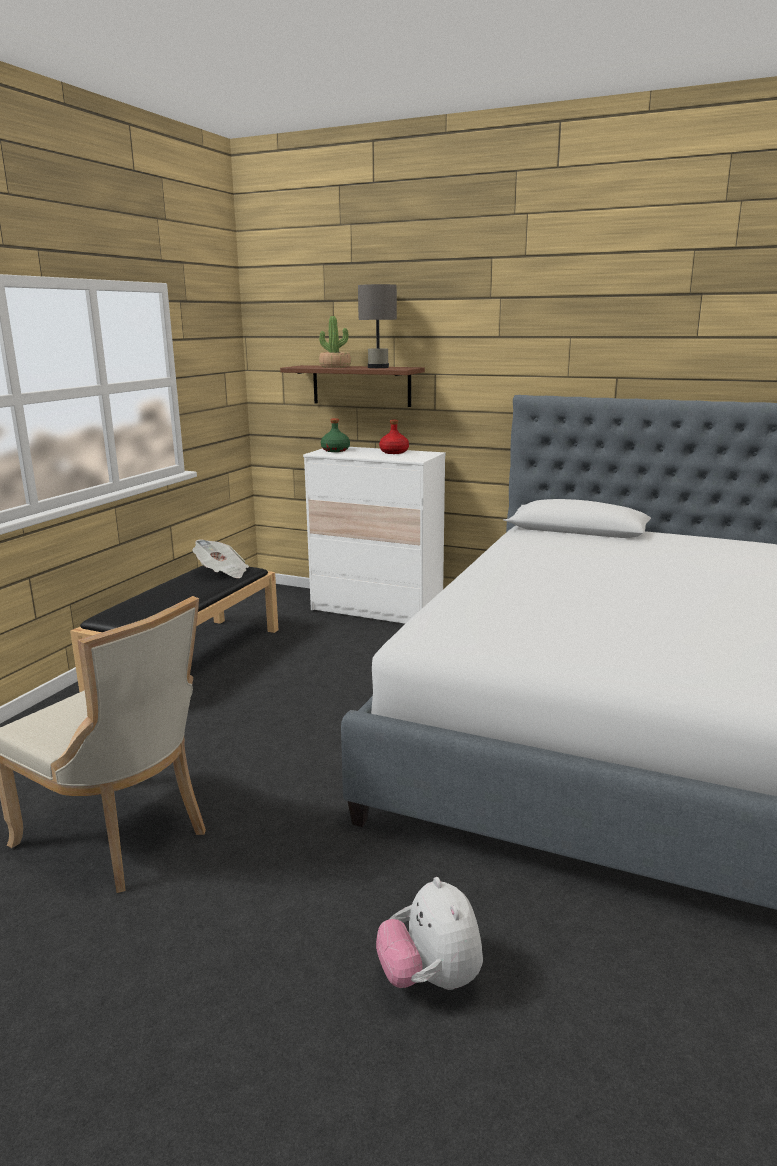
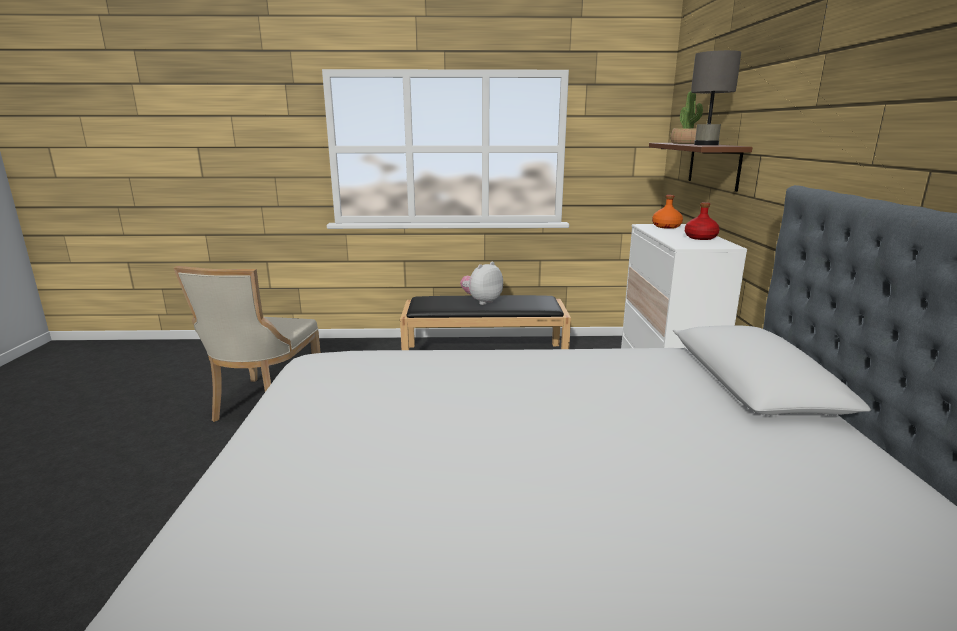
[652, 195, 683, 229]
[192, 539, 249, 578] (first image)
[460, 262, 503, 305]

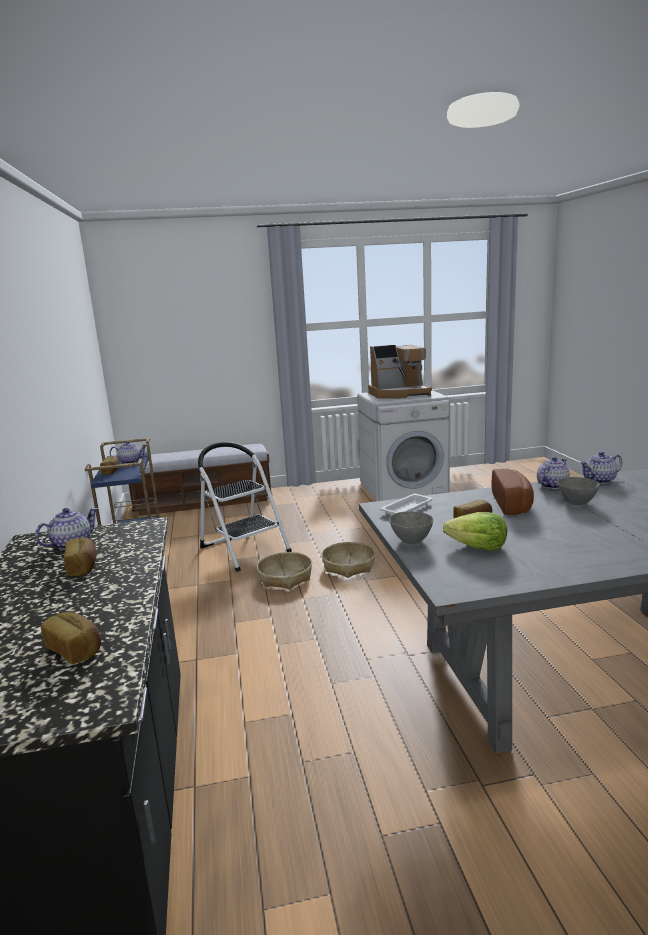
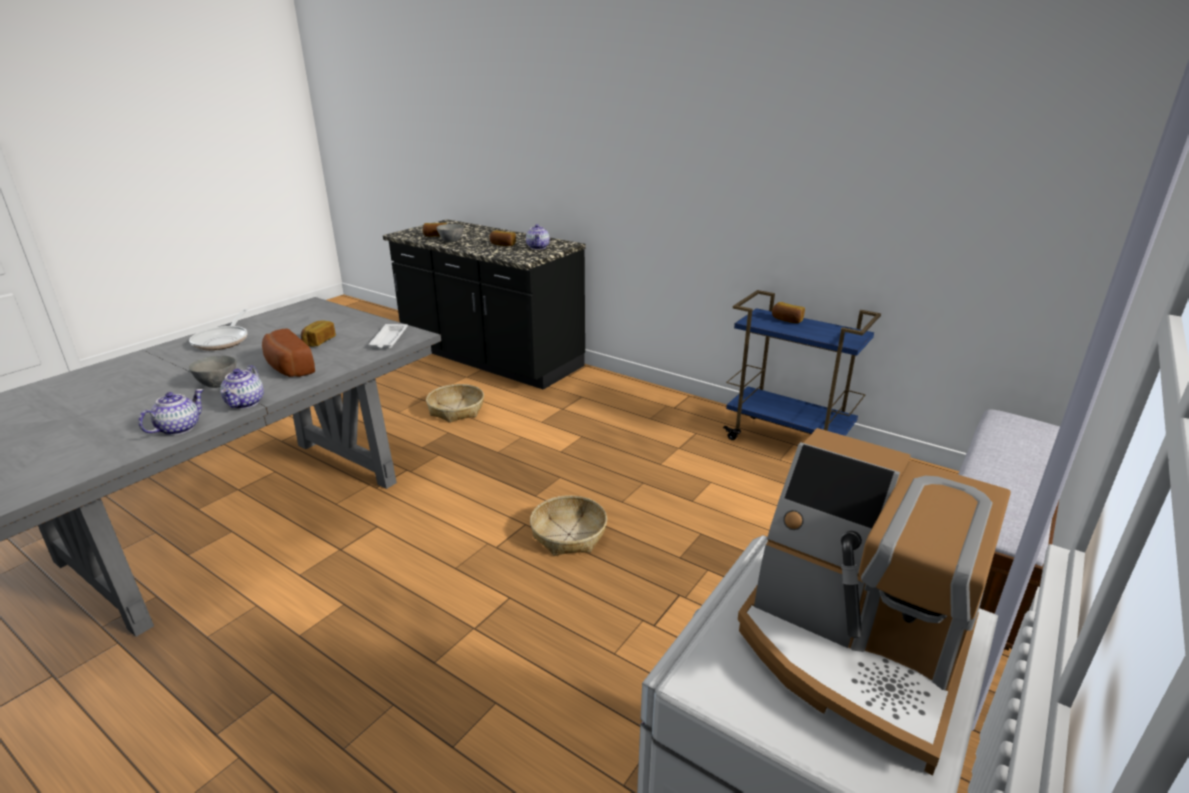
[738, 428, 1011, 775]
[109, 441, 147, 464] (first image)
[198, 442, 292, 572] (first image)
[436, 224, 464, 242]
[443, 512, 507, 551] (first image)
[426, 384, 484, 423]
[189, 309, 248, 350]

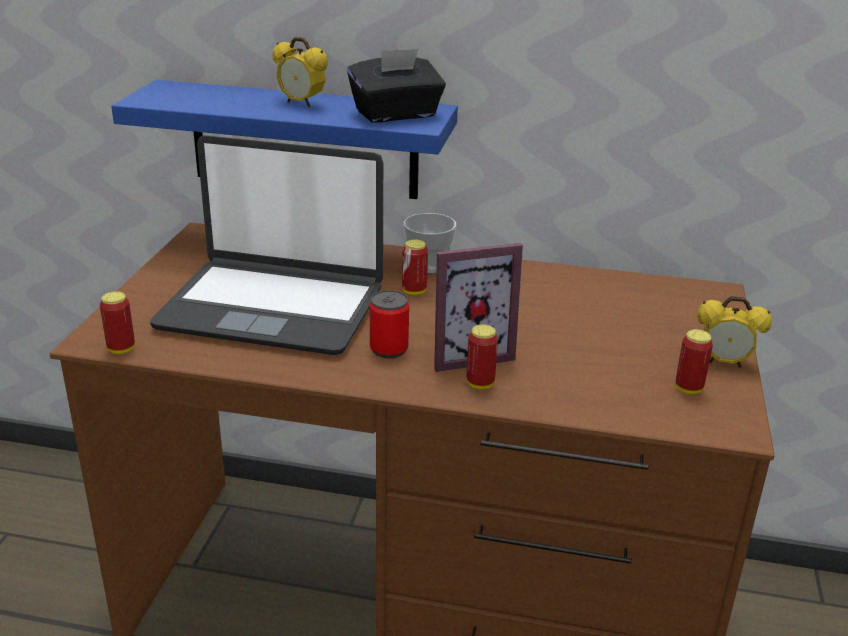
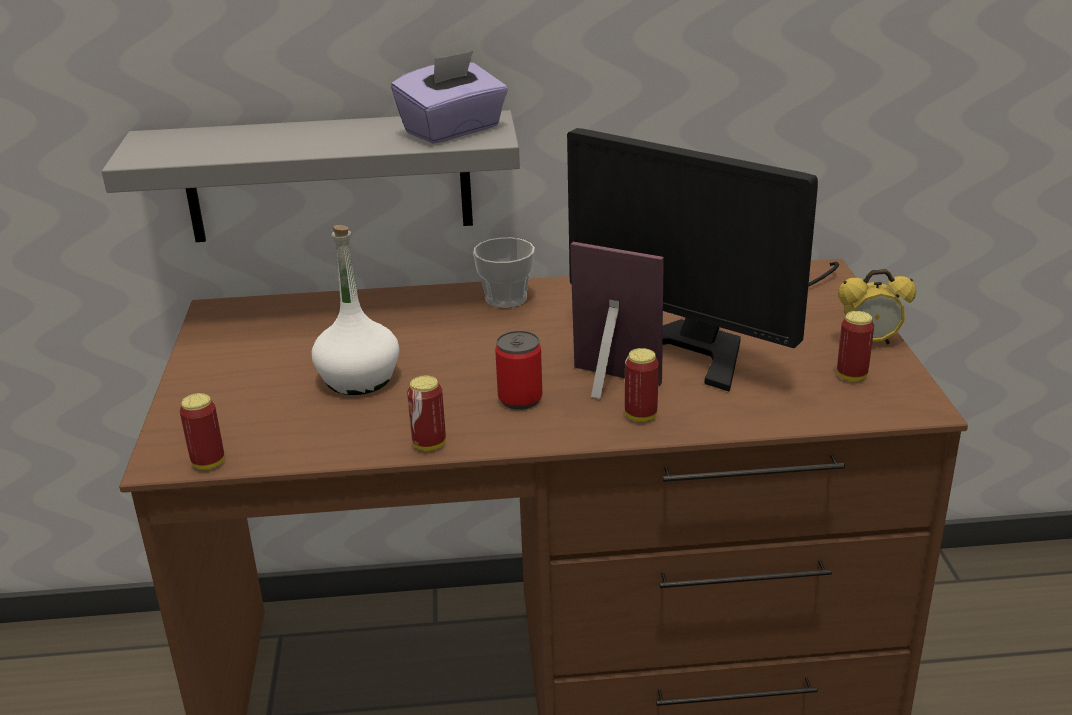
[272, 37, 328, 107] (first image)
[391, 51, 508, 144]
[102, 110, 520, 242]
[312, 225, 400, 395]
[407, 376, 446, 451]
[570, 242, 664, 399]
[567, 128, 839, 391]

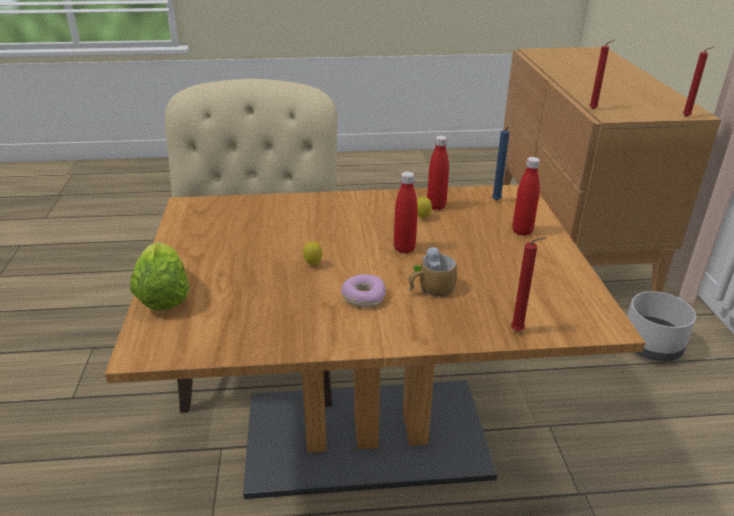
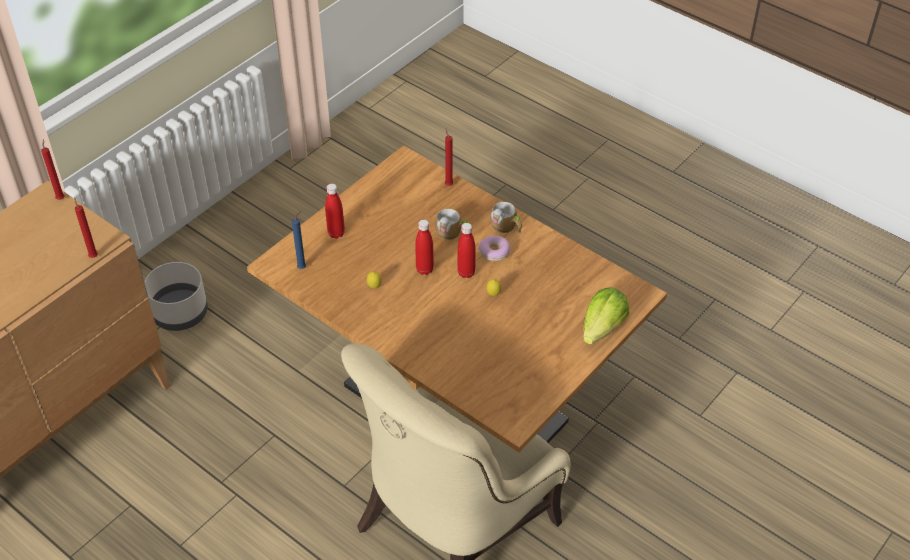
[457, 223, 476, 278]
[491, 202, 522, 233]

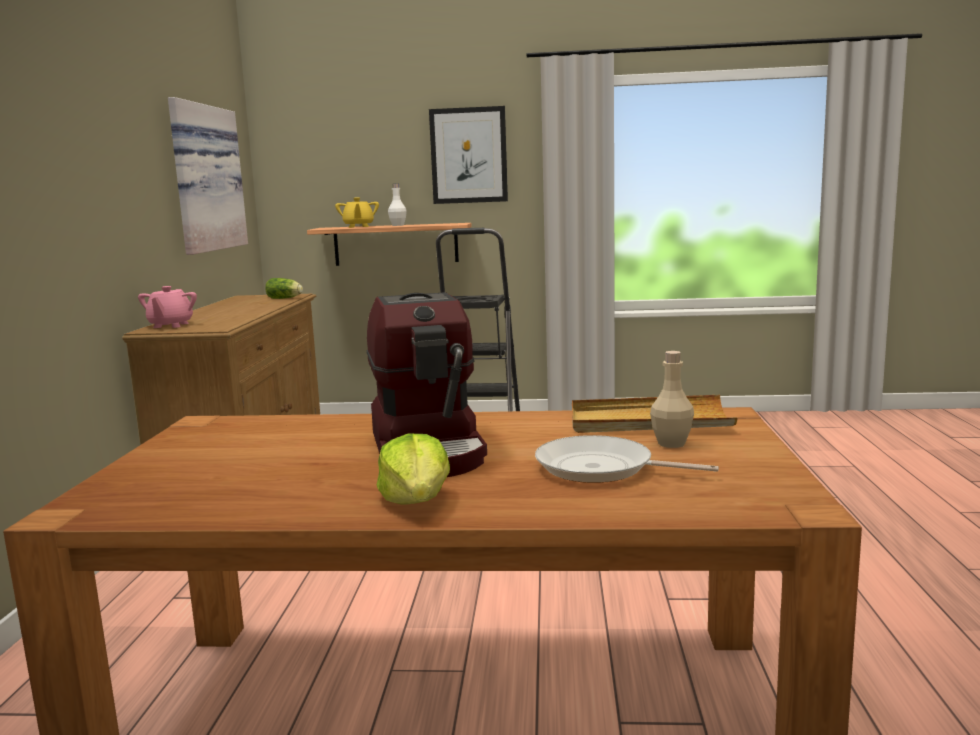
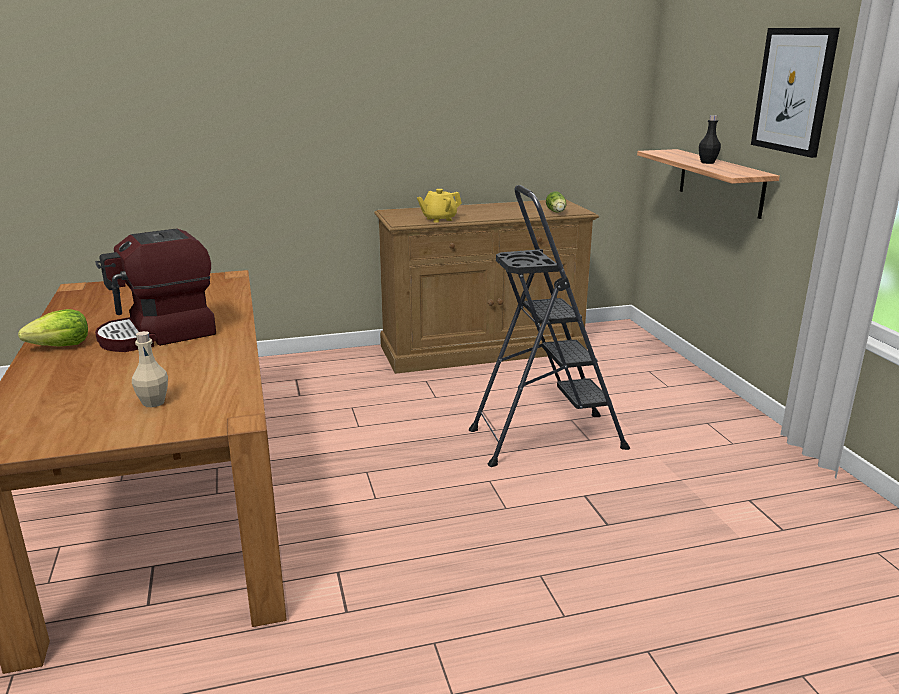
[168, 97, 248, 255] (first image)
[699, 115, 721, 164]
[417, 189, 462, 223]
[138, 286, 197, 328] (first image)
[572, 395, 738, 433] (first image)
[535, 435, 719, 483] (first image)

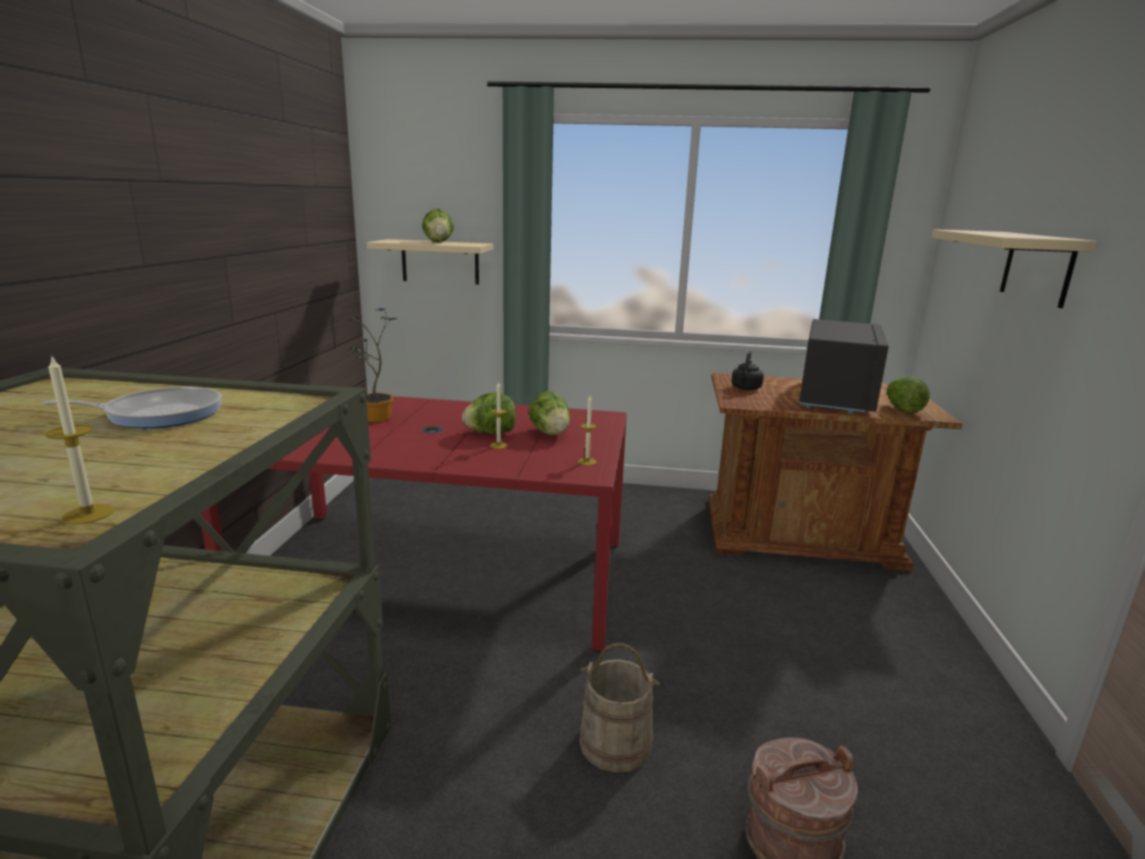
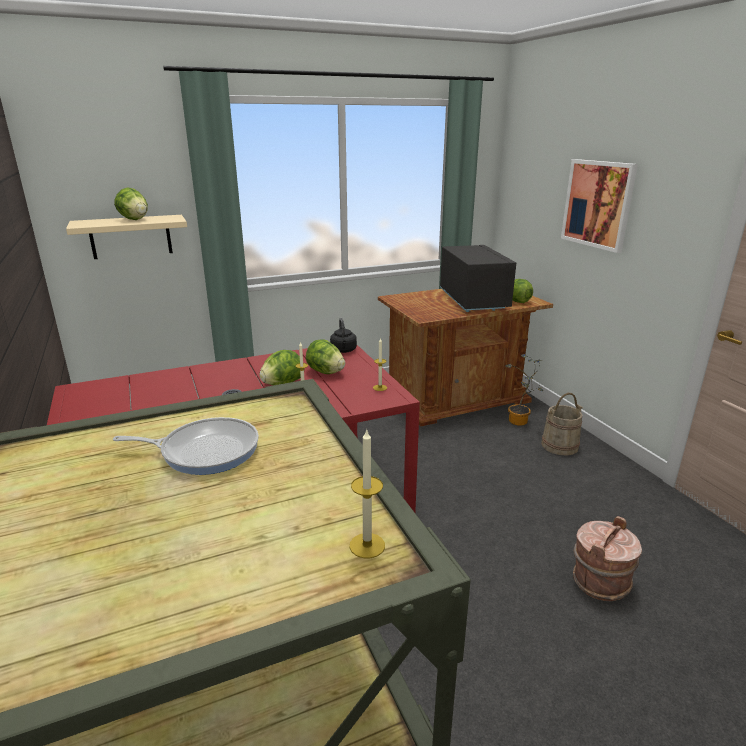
[561, 159, 638, 253]
[505, 354, 544, 426]
[330, 318, 357, 353]
[113, 417, 259, 475]
[541, 393, 583, 456]

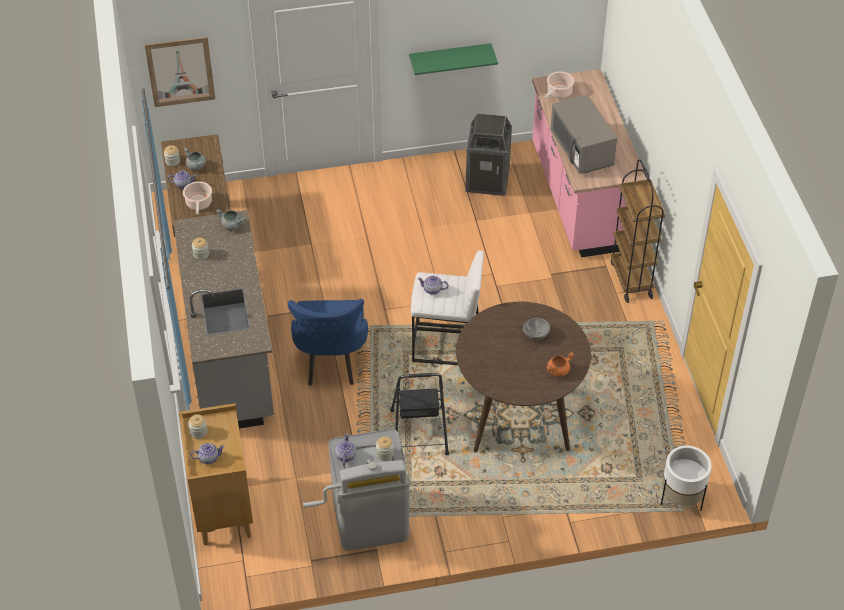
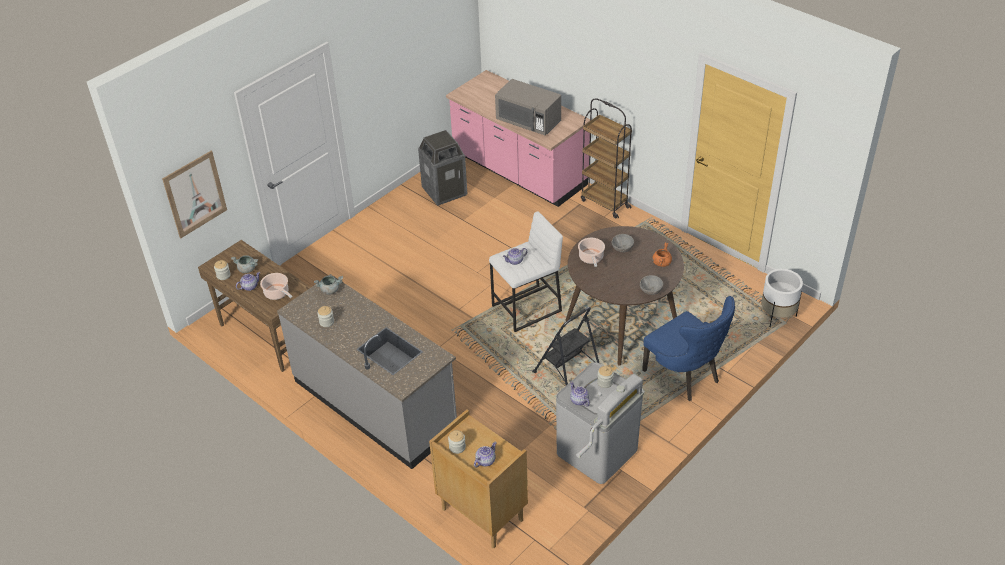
[409, 43, 498, 75] (first image)
[578, 238, 605, 267]
[642, 296, 735, 401]
[640, 275, 663, 295]

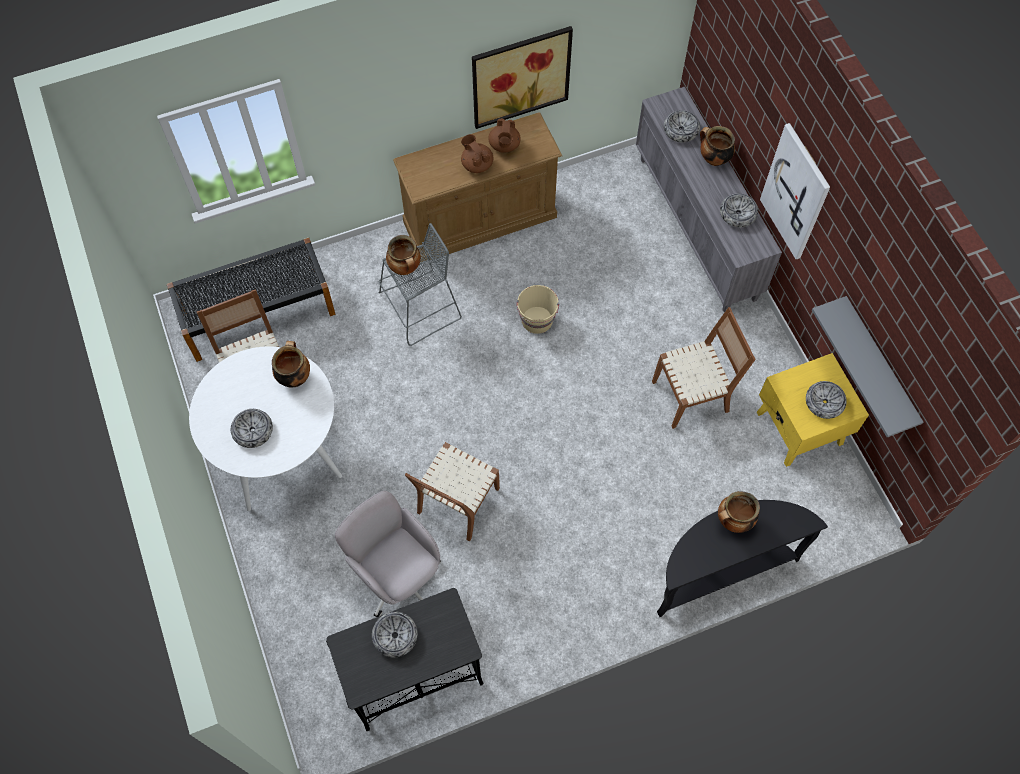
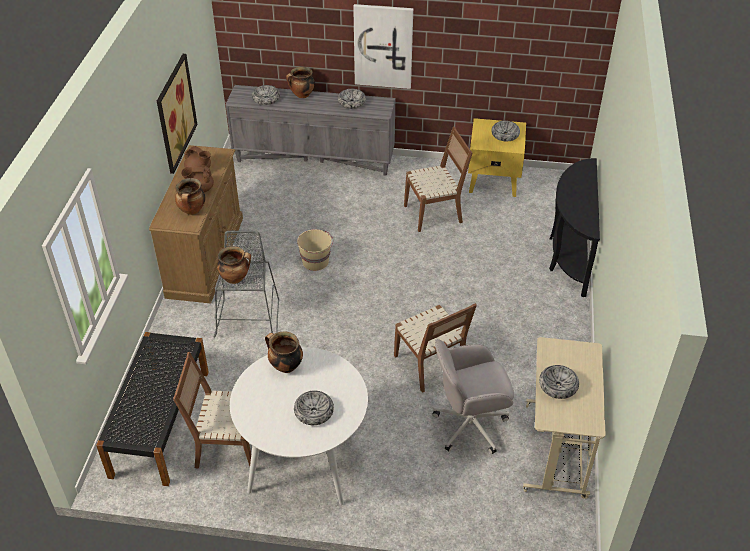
[812, 296, 923, 437] (first image)
[404, 127, 472, 232]
[175, 178, 206, 215]
[523, 337, 606, 499]

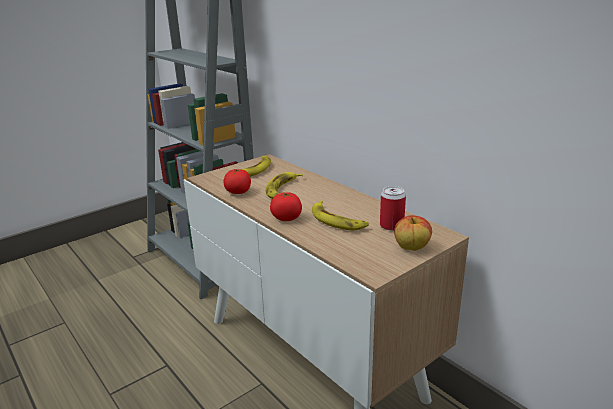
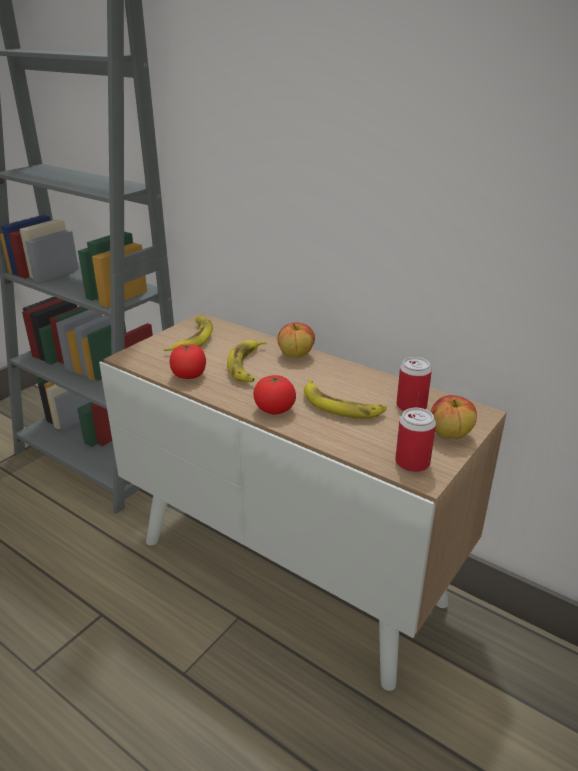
[278, 322, 315, 358]
[395, 408, 436, 472]

